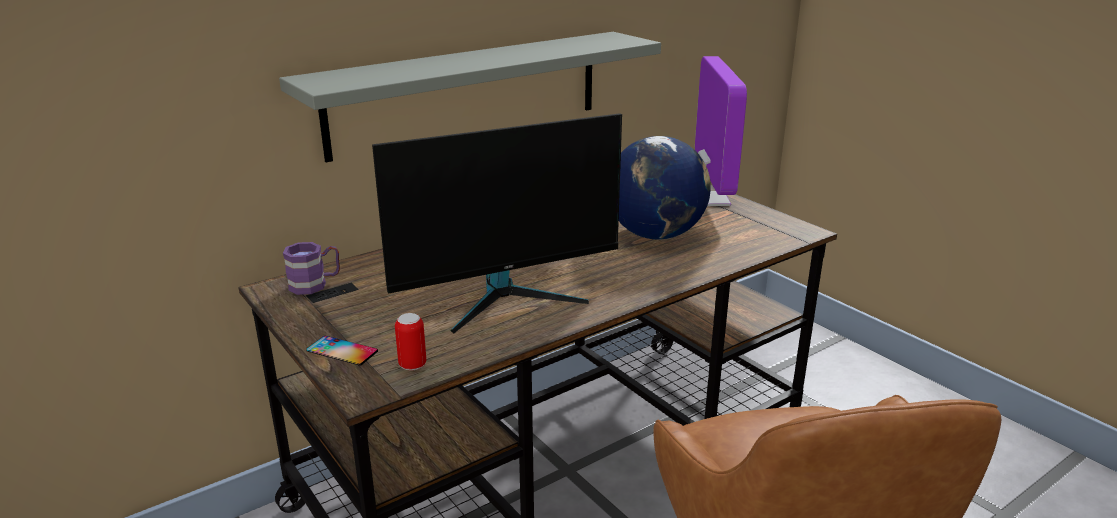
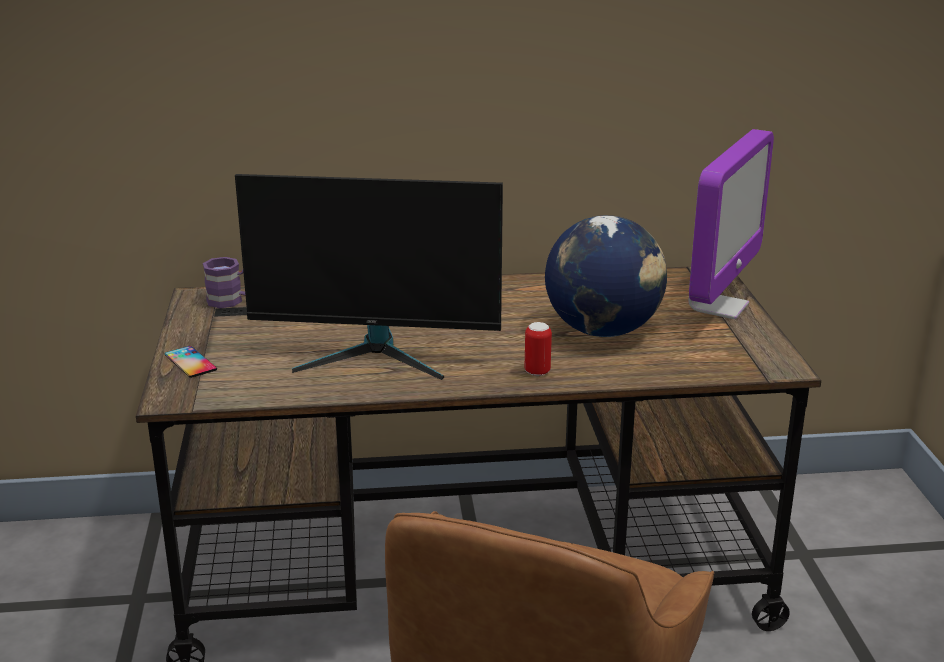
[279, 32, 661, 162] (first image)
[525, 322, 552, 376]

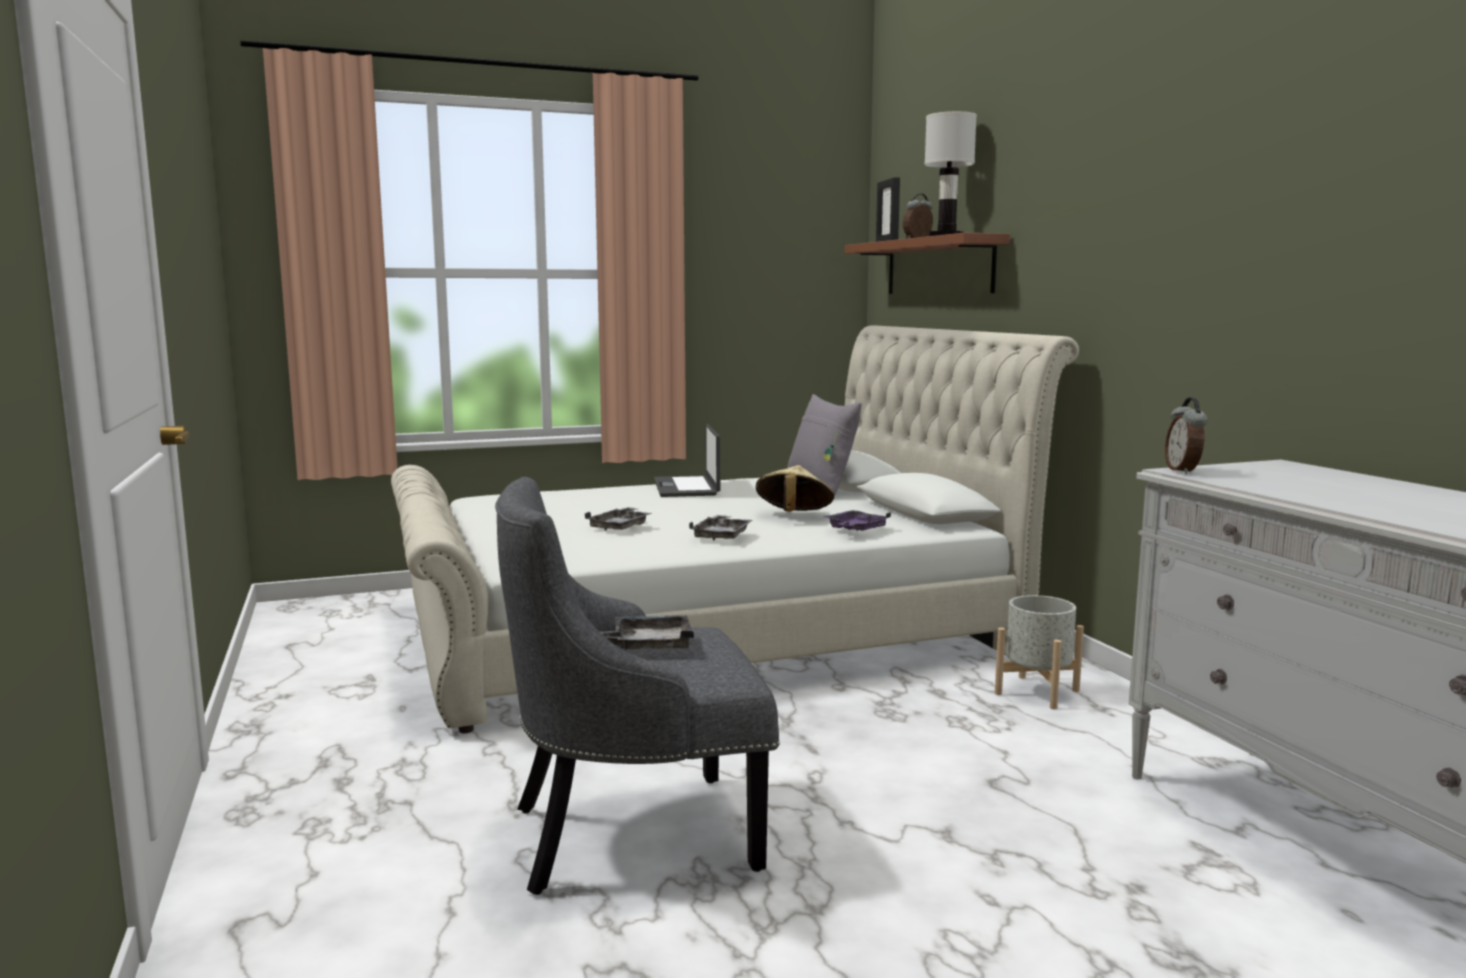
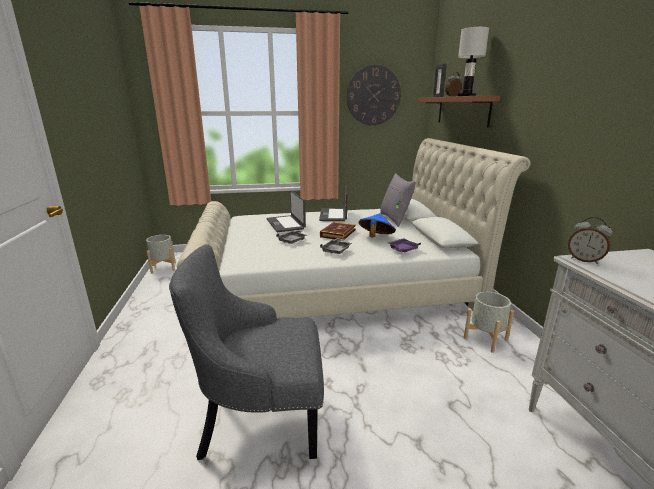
[568, 217, 612, 264]
[359, 213, 396, 238]
[599, 615, 694, 650] (first image)
[346, 65, 401, 125]
[266, 190, 306, 232]
[320, 222, 356, 241]
[146, 235, 176, 274]

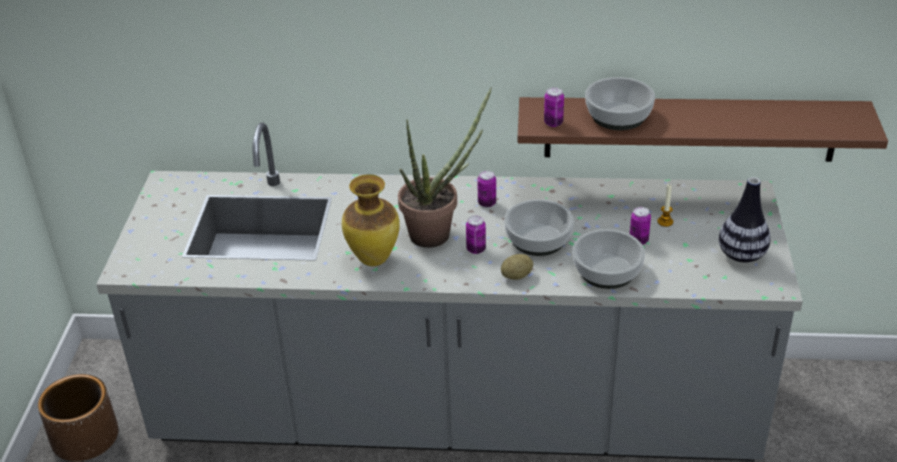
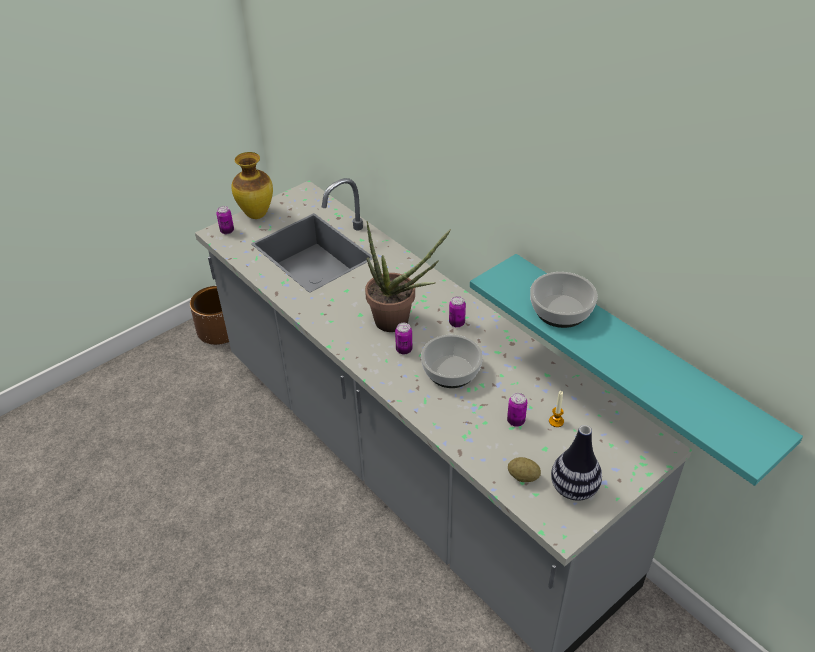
[216, 206, 234, 234]
[470, 254, 803, 486]
[231, 152, 273, 219]
[572, 229, 645, 289] (first image)
[508, 457, 541, 482]

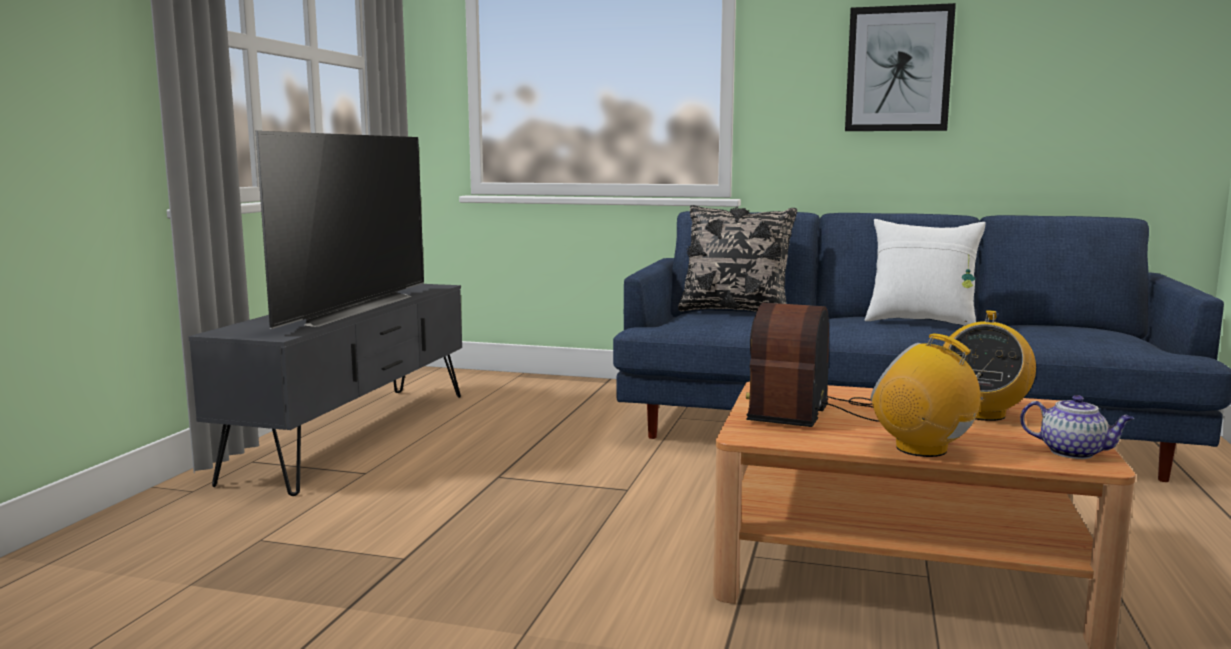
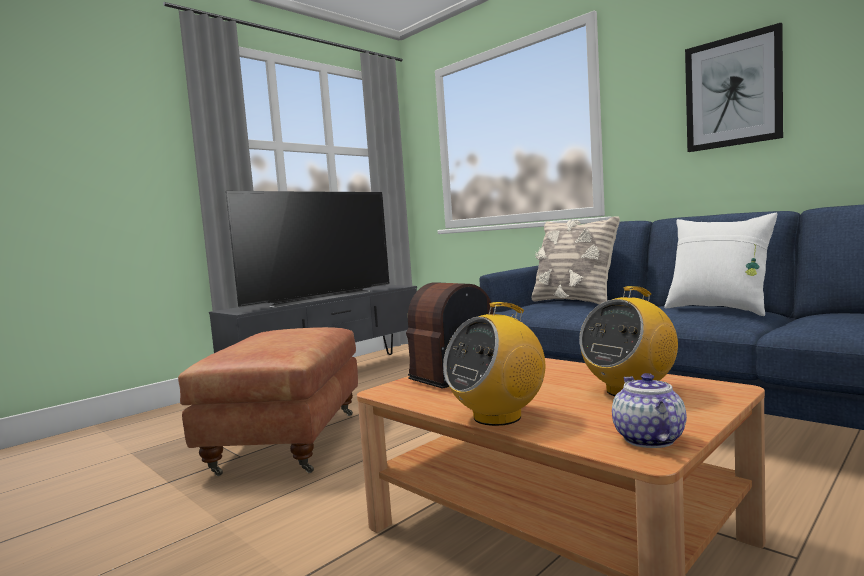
[532, 216, 620, 305]
[443, 302, 545, 426]
[612, 373, 687, 448]
[178, 327, 358, 476]

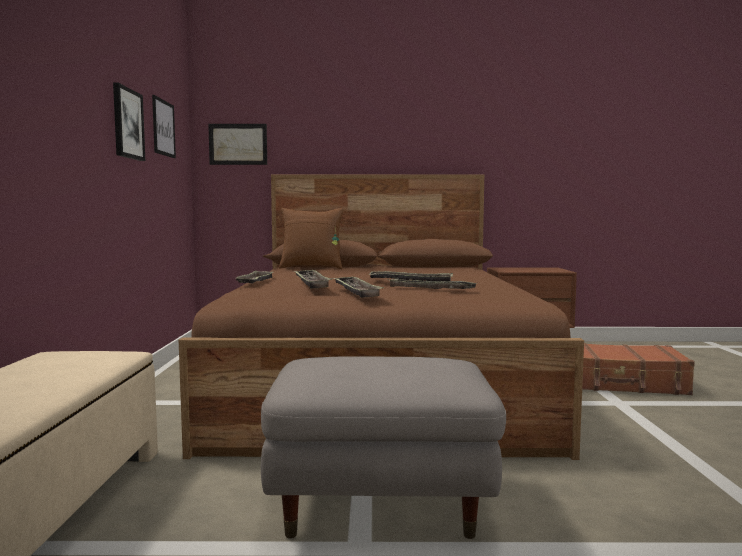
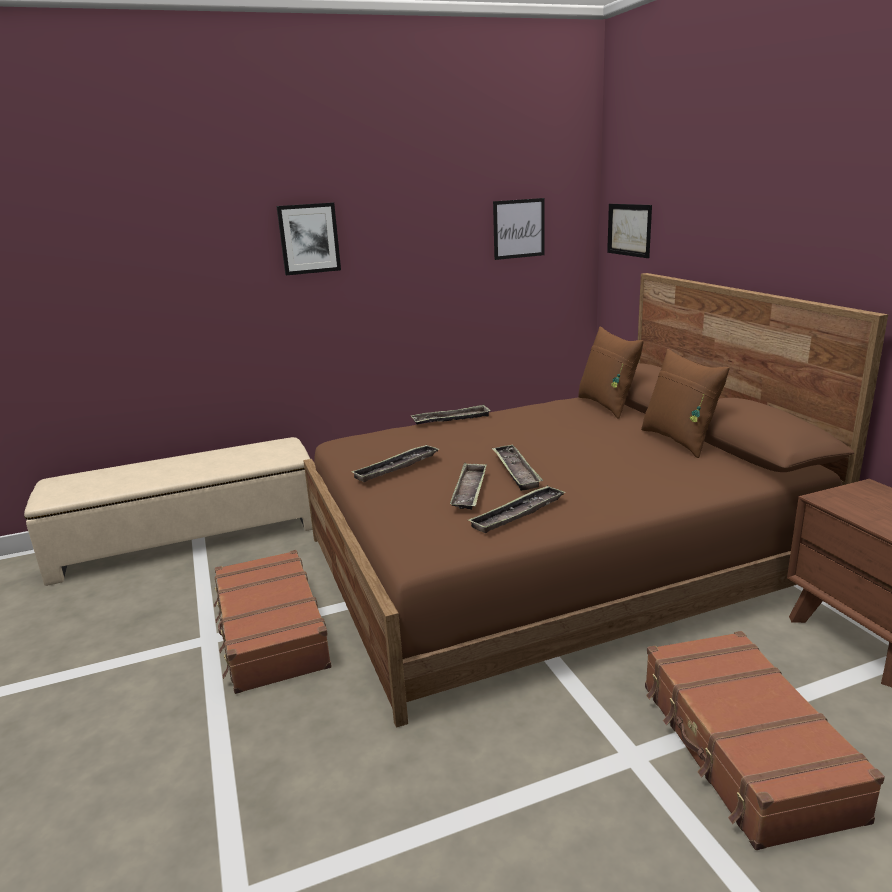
[276, 202, 341, 275]
[469, 485, 565, 533]
[214, 550, 332, 694]
[641, 349, 730, 458]

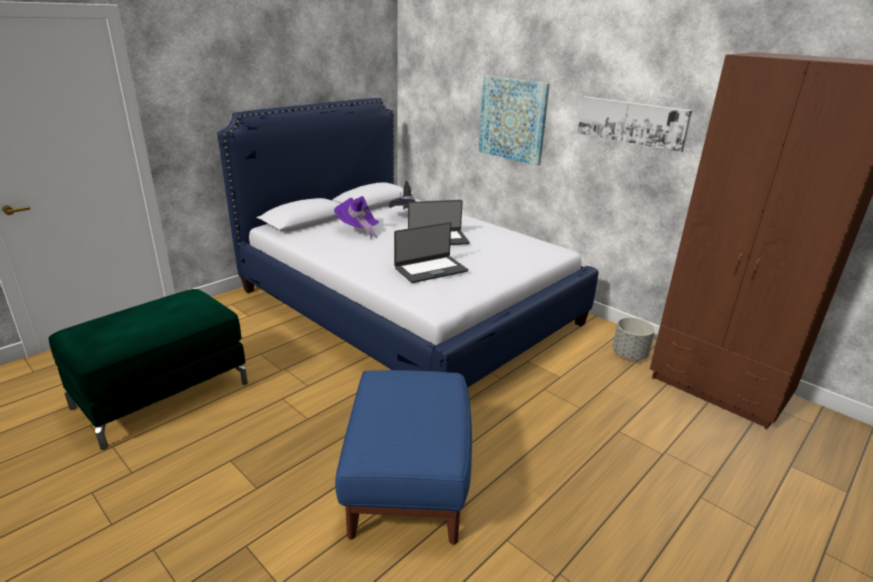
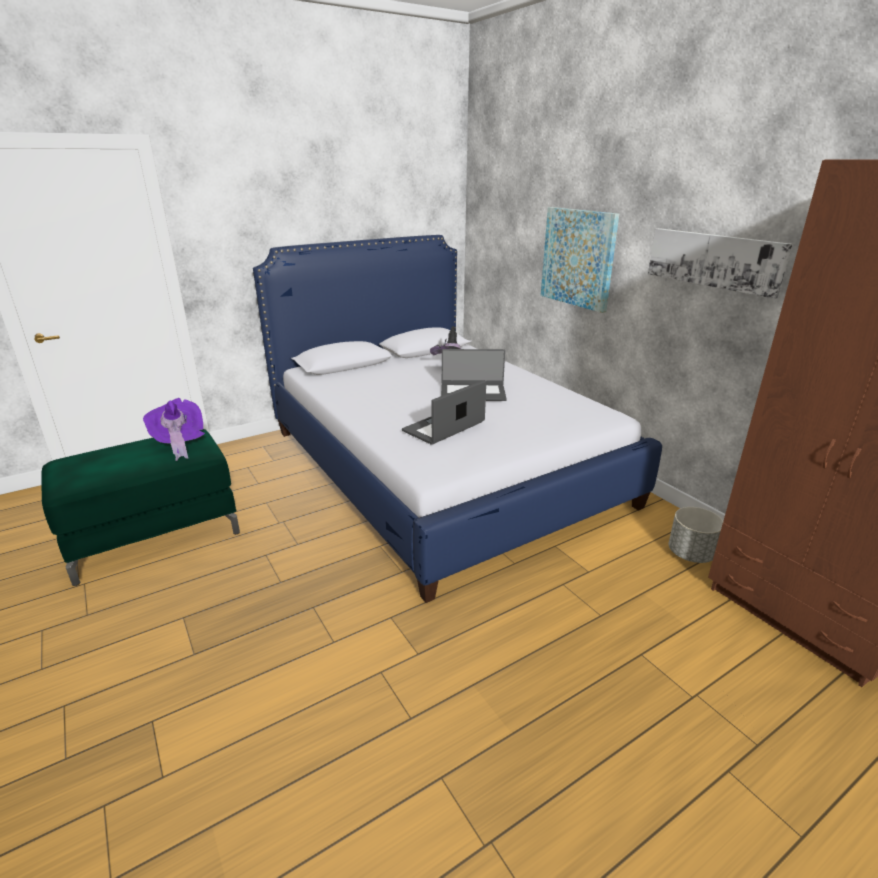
[143, 398, 205, 461]
[402, 380, 486, 445]
[335, 370, 472, 545] (first image)

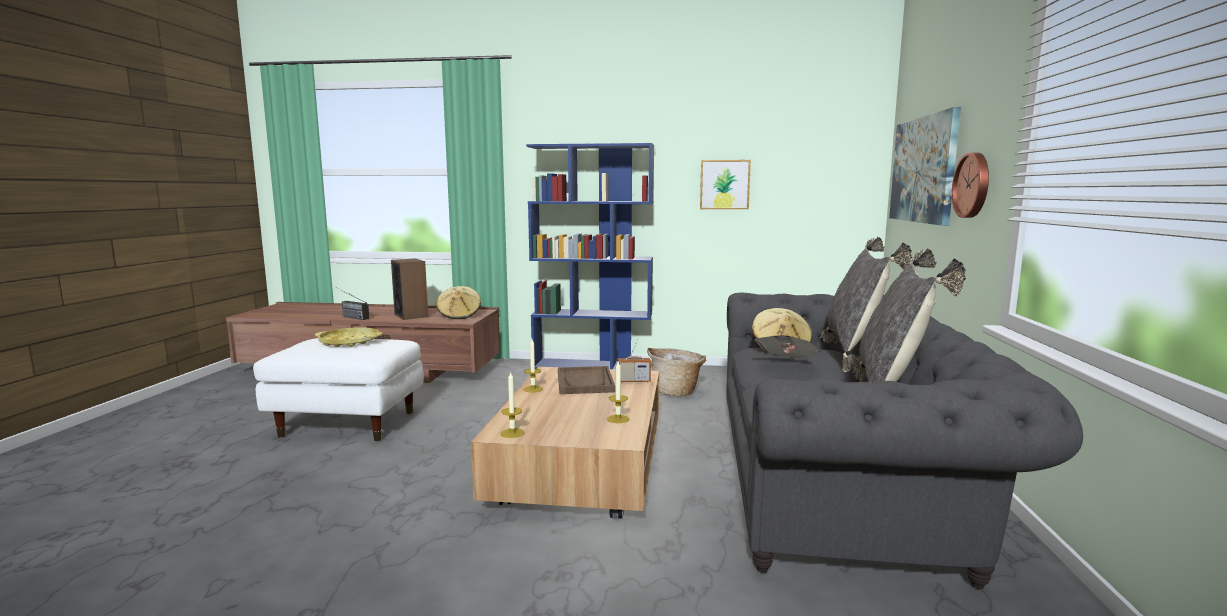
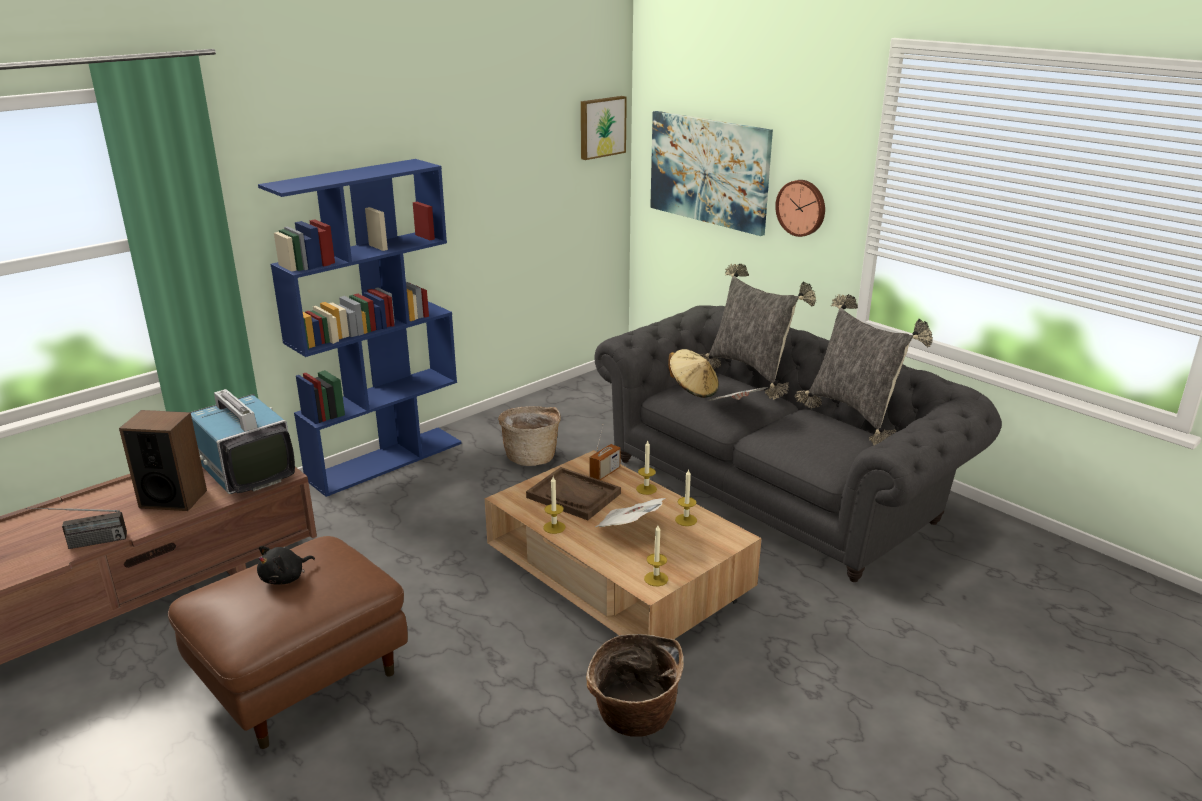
[581, 96, 627, 160]
[191, 389, 295, 494]
[257, 546, 315, 585]
[168, 536, 408, 749]
[636, 441, 657, 495]
[595, 498, 665, 527]
[586, 634, 684, 737]

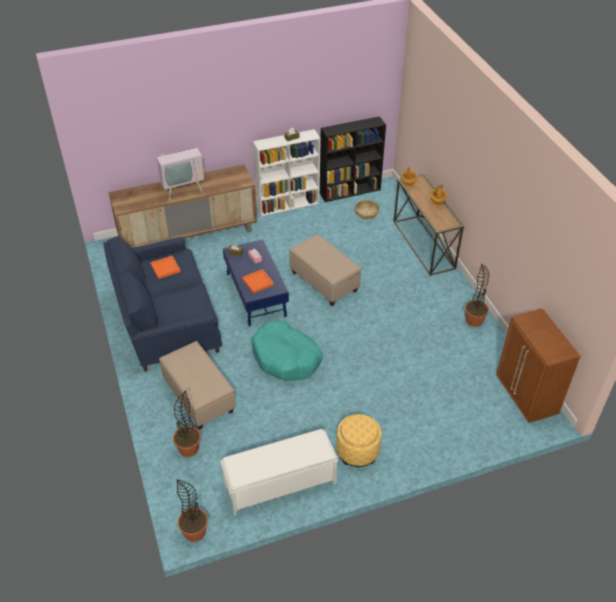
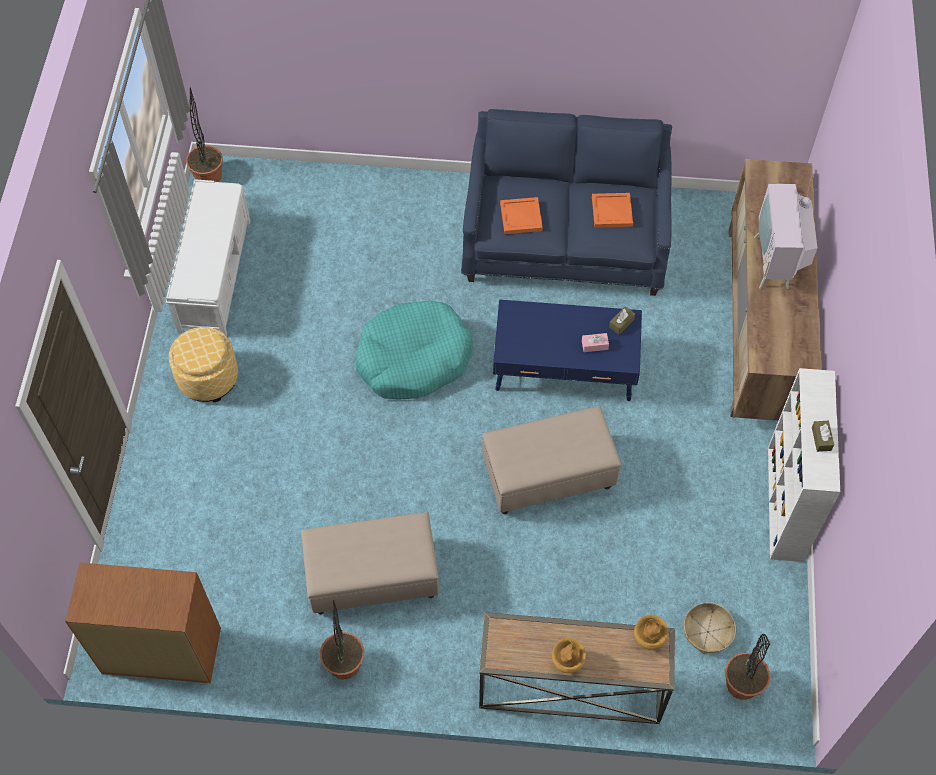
[320, 116, 386, 202] (first image)
[500, 197, 543, 234]
[301, 512, 439, 614]
[725, 634, 771, 700]

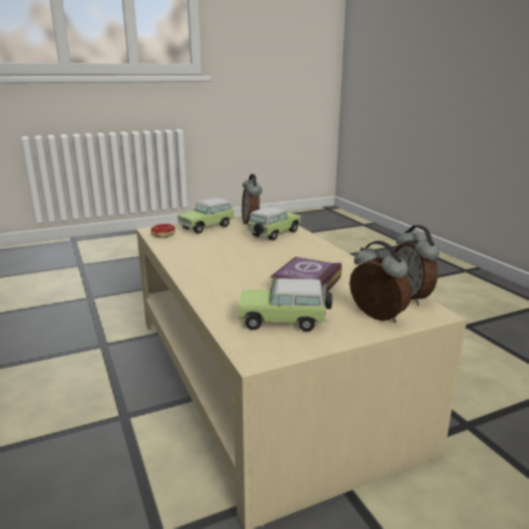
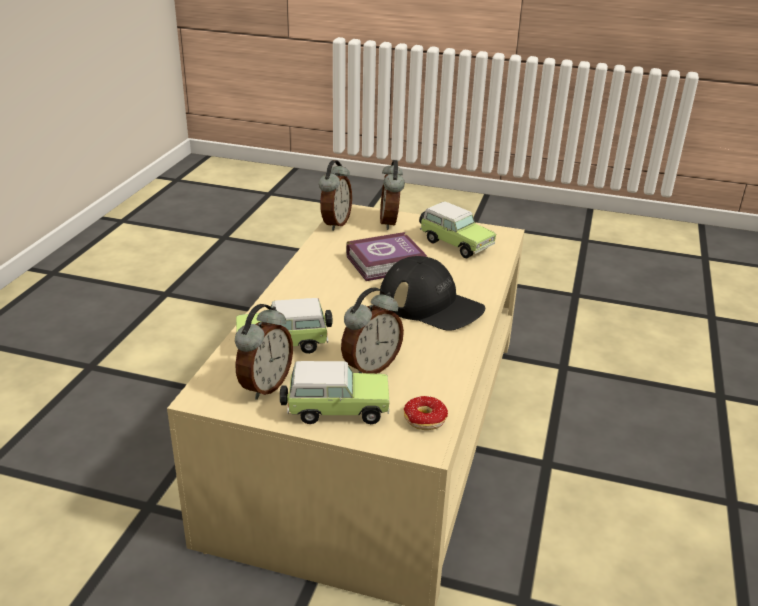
[380, 256, 485, 331]
[341, 287, 404, 374]

